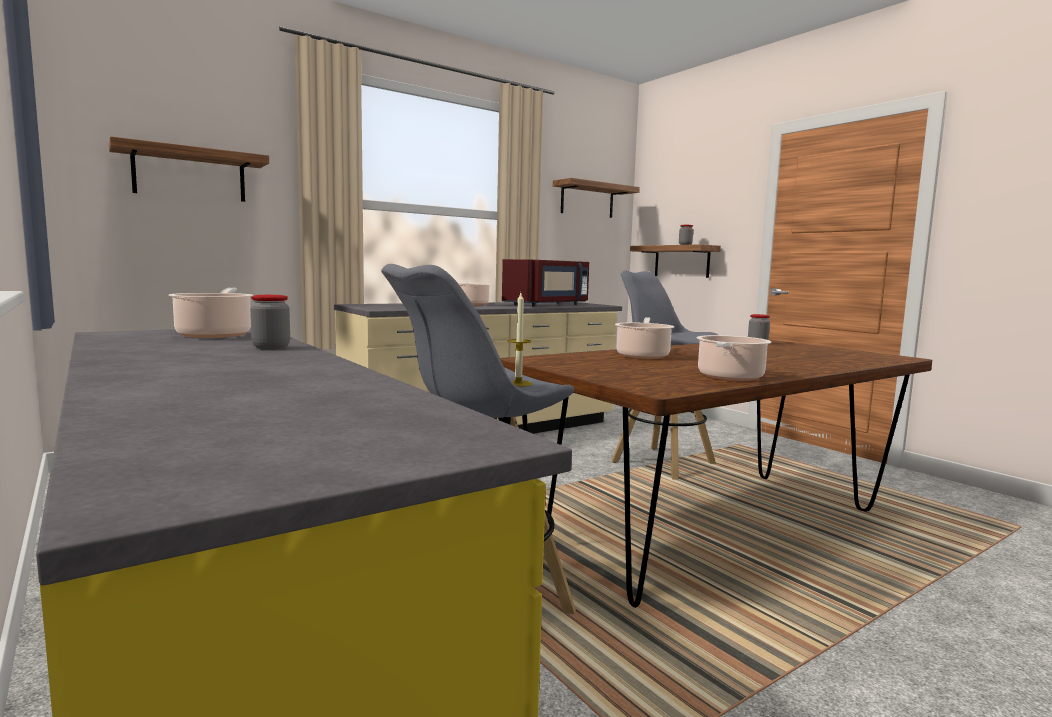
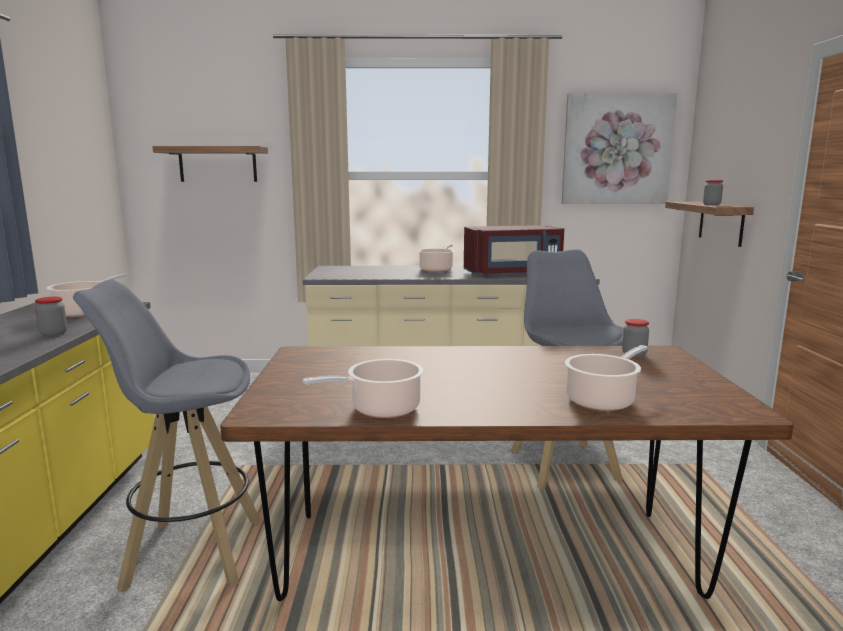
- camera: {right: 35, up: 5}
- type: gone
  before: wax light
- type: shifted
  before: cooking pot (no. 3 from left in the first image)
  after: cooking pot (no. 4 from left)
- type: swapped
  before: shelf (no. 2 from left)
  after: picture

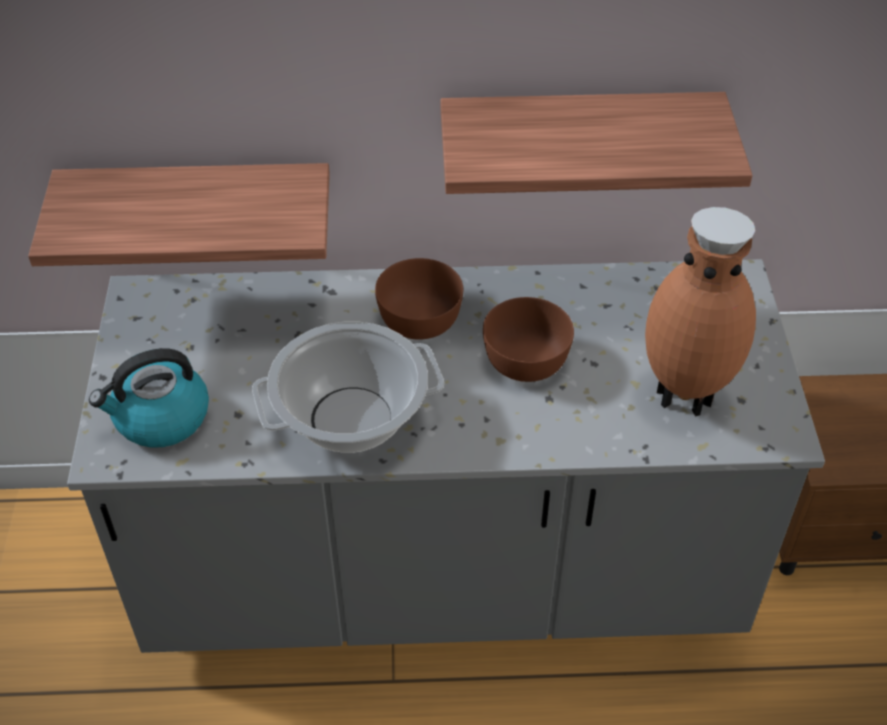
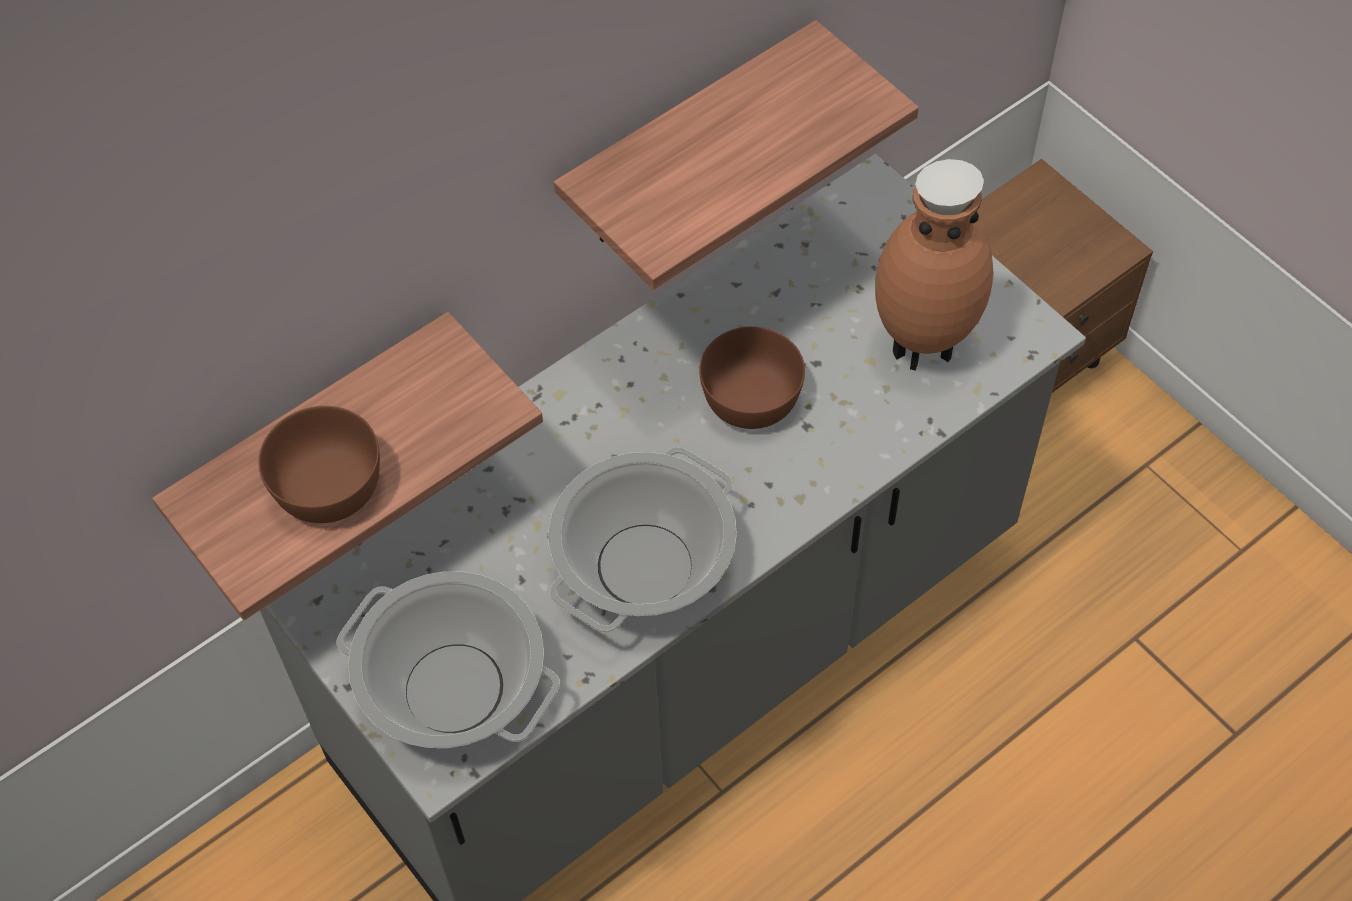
- camera: {right: -35, up: 10}
- type: shifted
  before: brownish serving bowl (no. 1 from left)
- type: swapped
  before: tea kettle
  after: cooking pot (no. 1 from left)

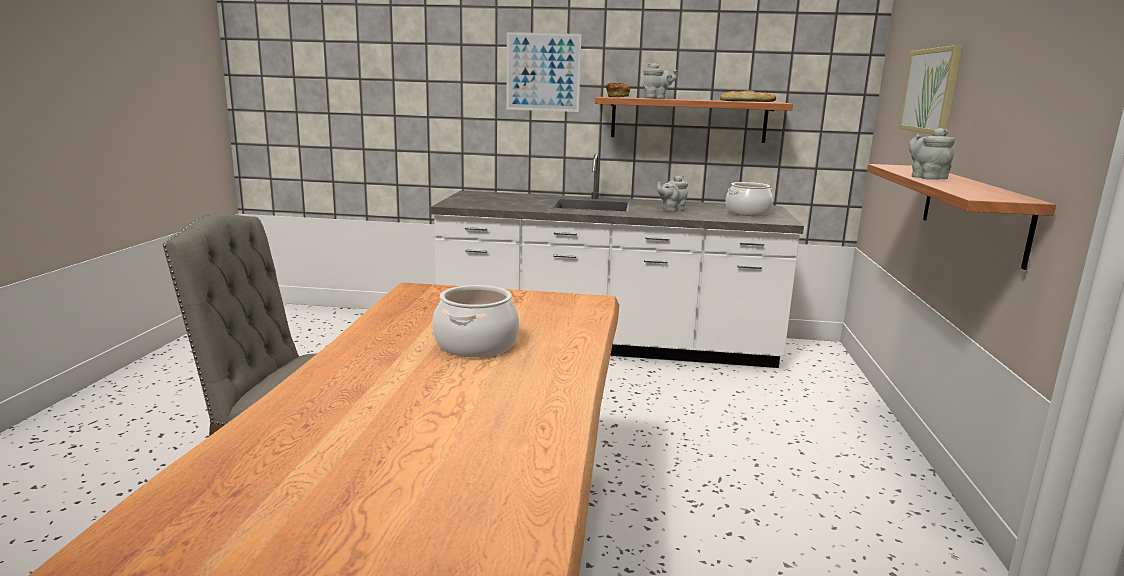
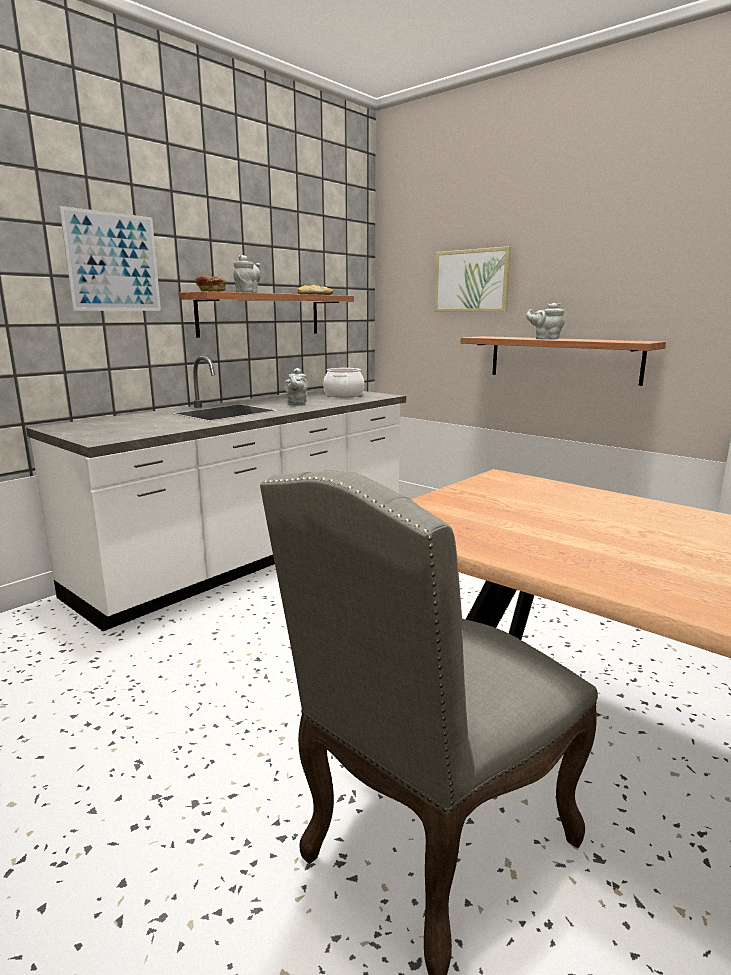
- camera: {right: -55, up: 0}
- type: gone
  before: cooking pot (no. 1 from left)

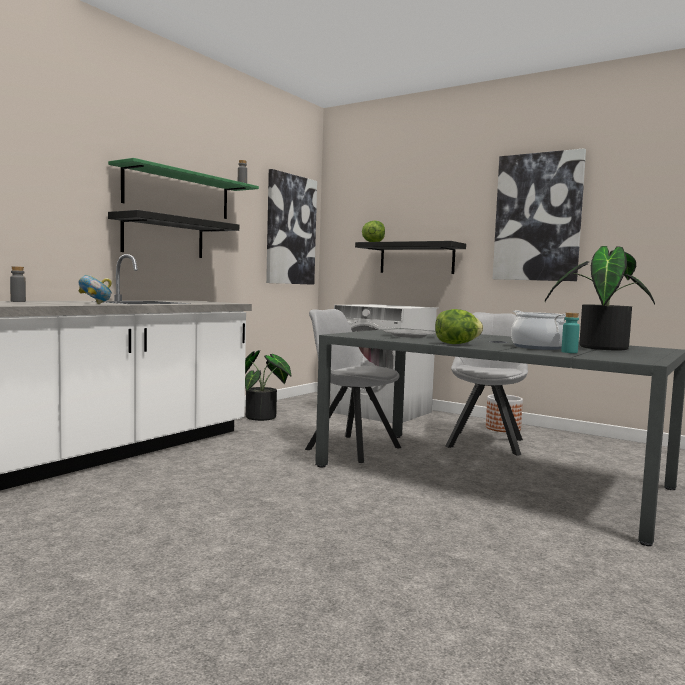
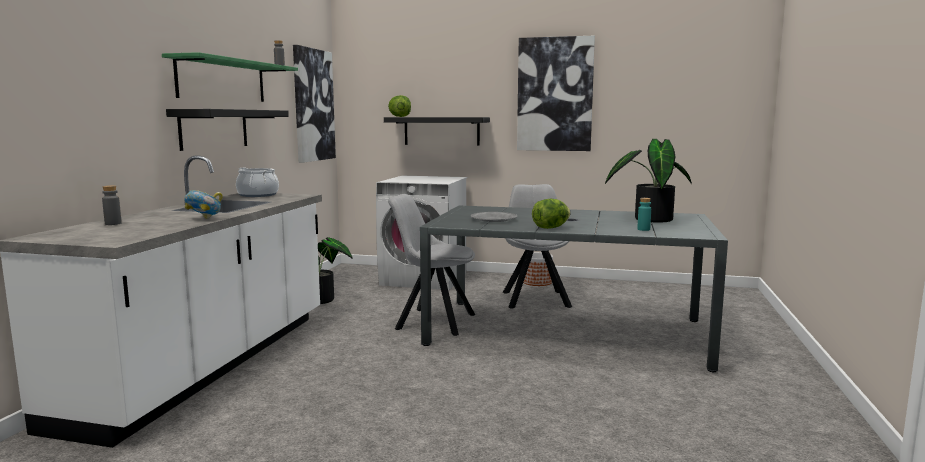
- camera: {right: -20, up: 5}
- type: shifted
  before: cooking pot

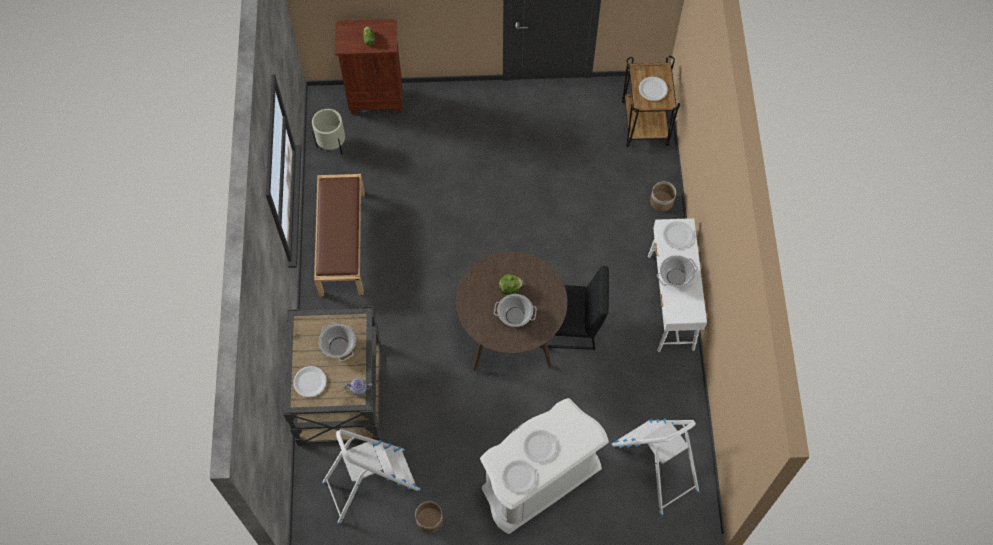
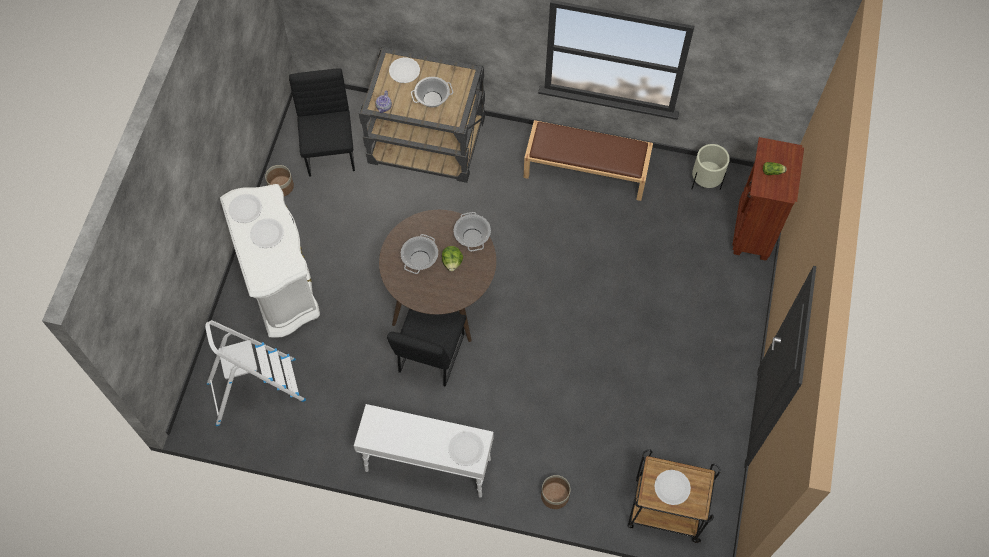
- camera: {right: 105, up: 0}
- type: shifted
  before: cooking pot (no. 3 from left)
- type: swapped
  before: white stepladder (no. 1 from left)
  after: blackish plain chair (no. 1 from left)

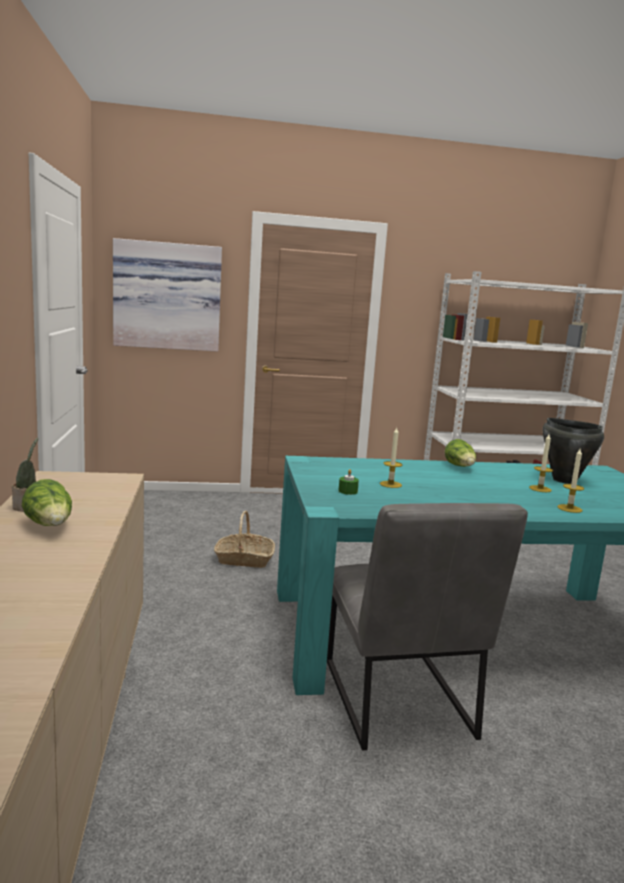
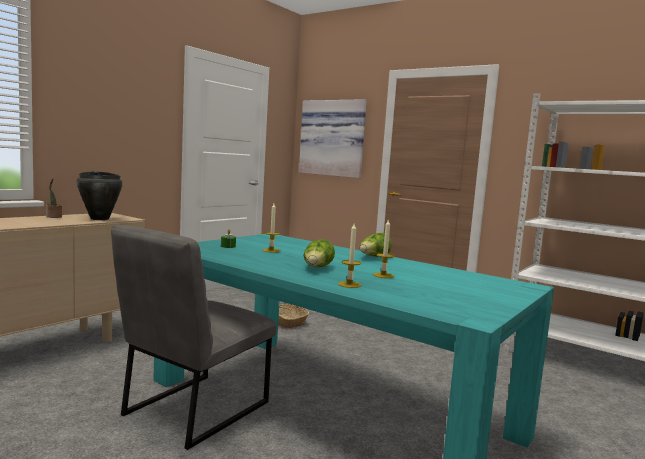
- camera: {right: 45, up: -5}
- type: shifted
  before: head of lettuce (no. 1 from left)
- type: shifted
  before: blackish cooking pot

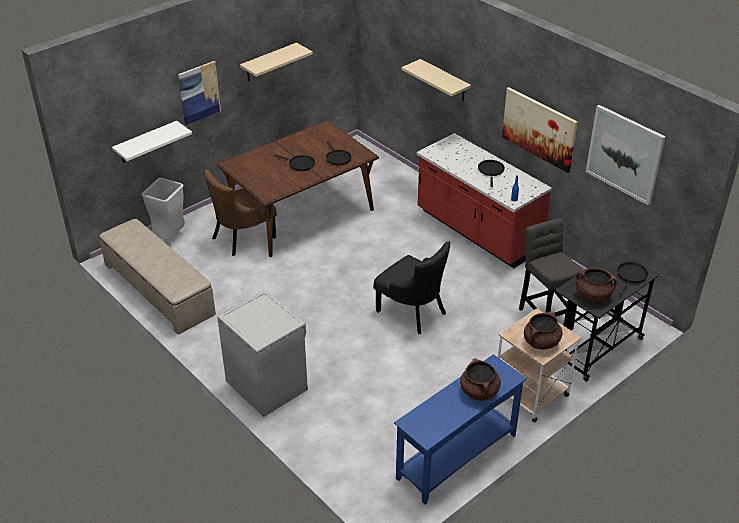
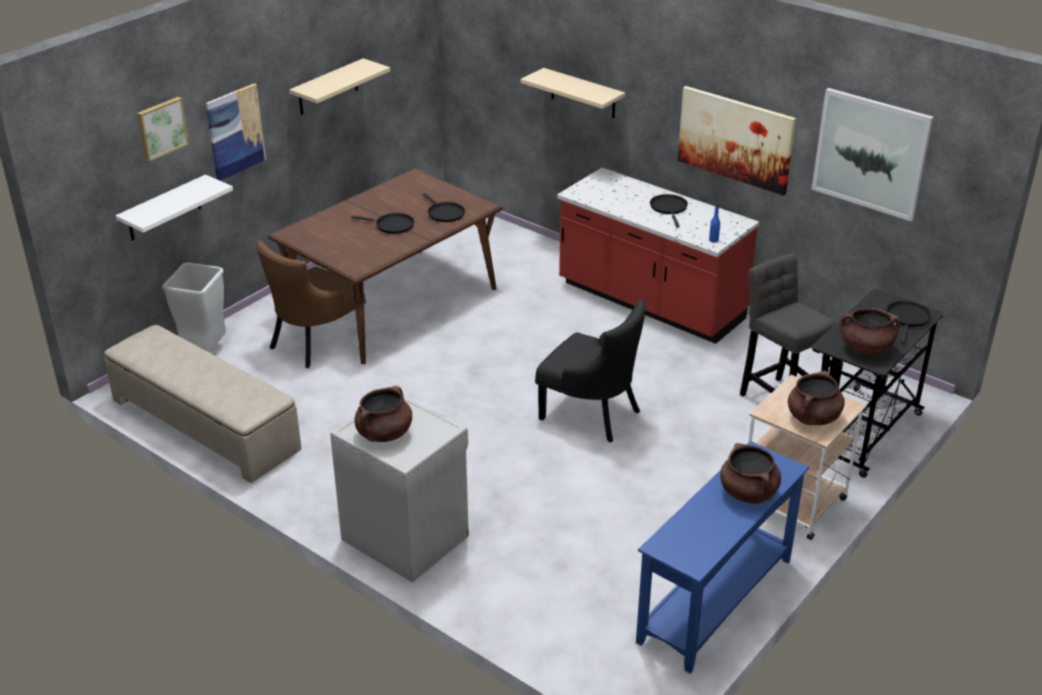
- camera: {right: -10, up: -5}
- type: new
  after: picture (no. 1 from left)
- type: new
  after: brownish cooking pot (no. 1 from left)

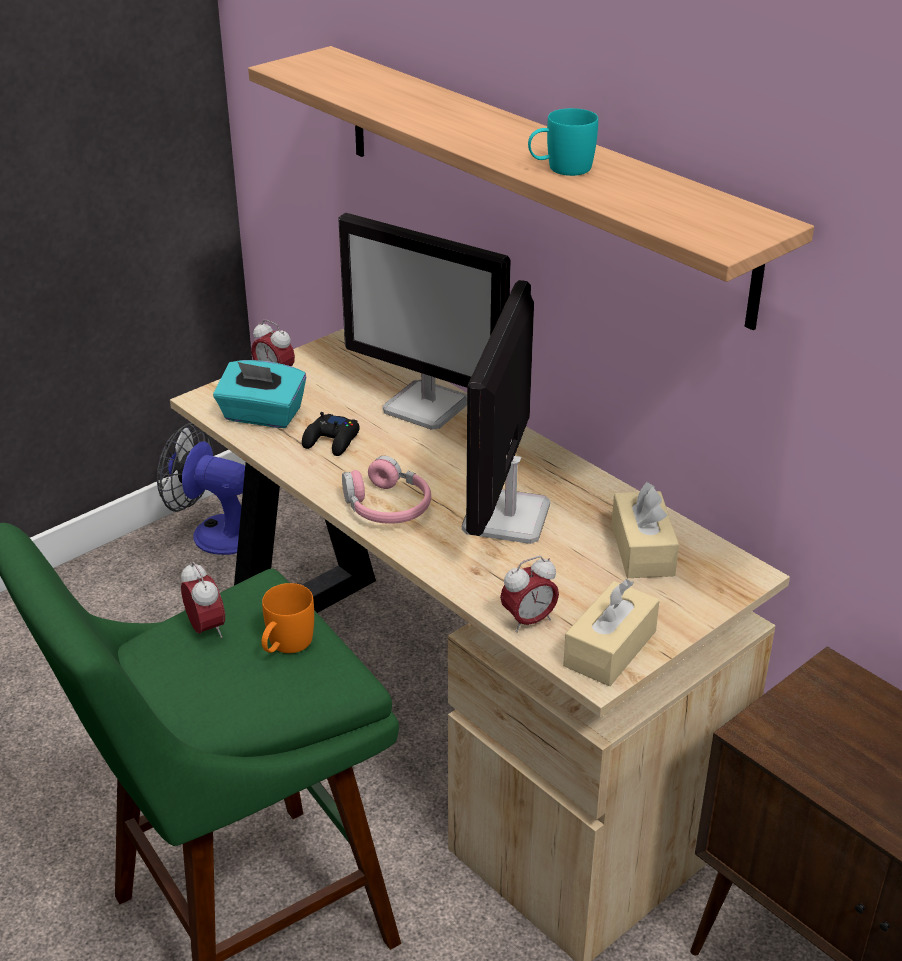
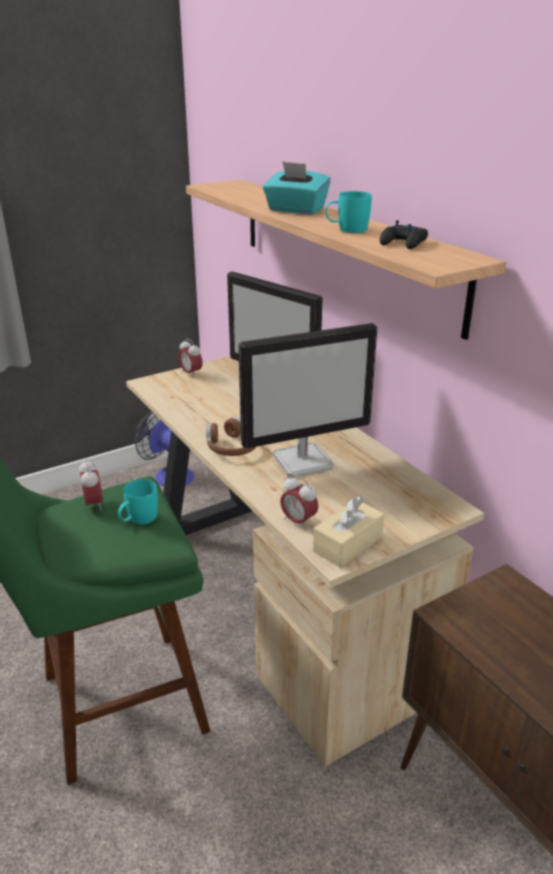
- camera: {right: 10, up: -5}
- type: gone
  before: sand-coloured tissue box (no. 2 from left)
- type: shifted
  before: turquoise tissue box
- type: shifted
  before: blackish game controller
- type: repainted
  before: orange mug
  after: turquoise mug (no. 1 from left)
- type: repainted
  before: pink headphones
  after: brownish headphones
- type: rotated
  before: monitor (no. 2 from left)
  turn: -135
- type: rotated
  before: alarm clock (no. 3 from left)
  turn: 60

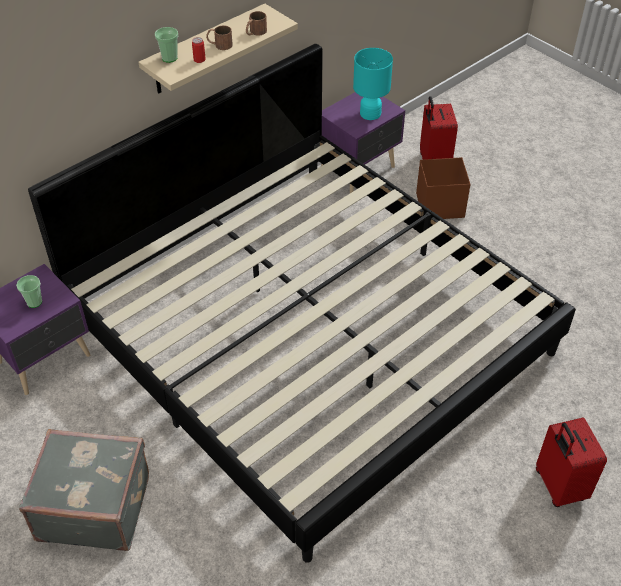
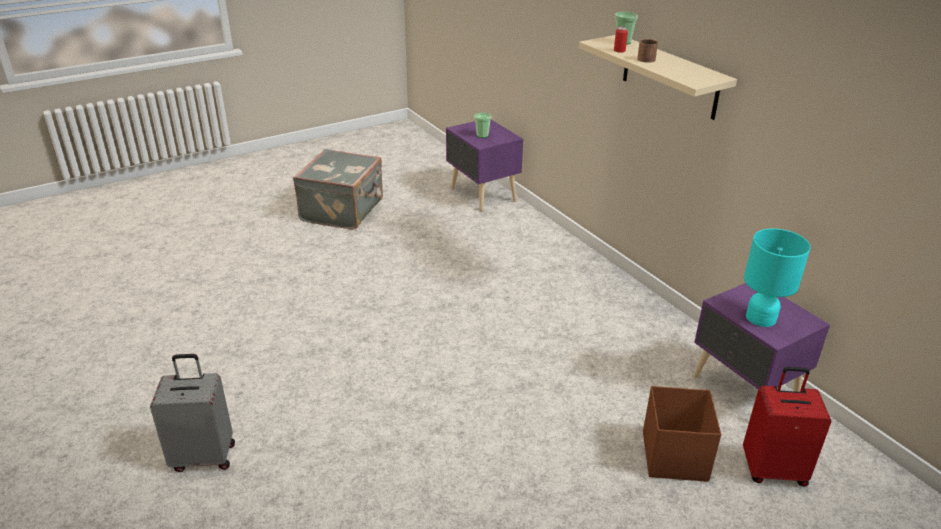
- camera: {right: 100, up: -15}
- type: gone
  before: bedroom bed
- type: gone
  before: brownish mug (no. 2 from left)
- type: repainted
  before: red-coloured piece of luggage (no. 2 from left)
  after: greyish piece of luggage (no. 1 from left)

